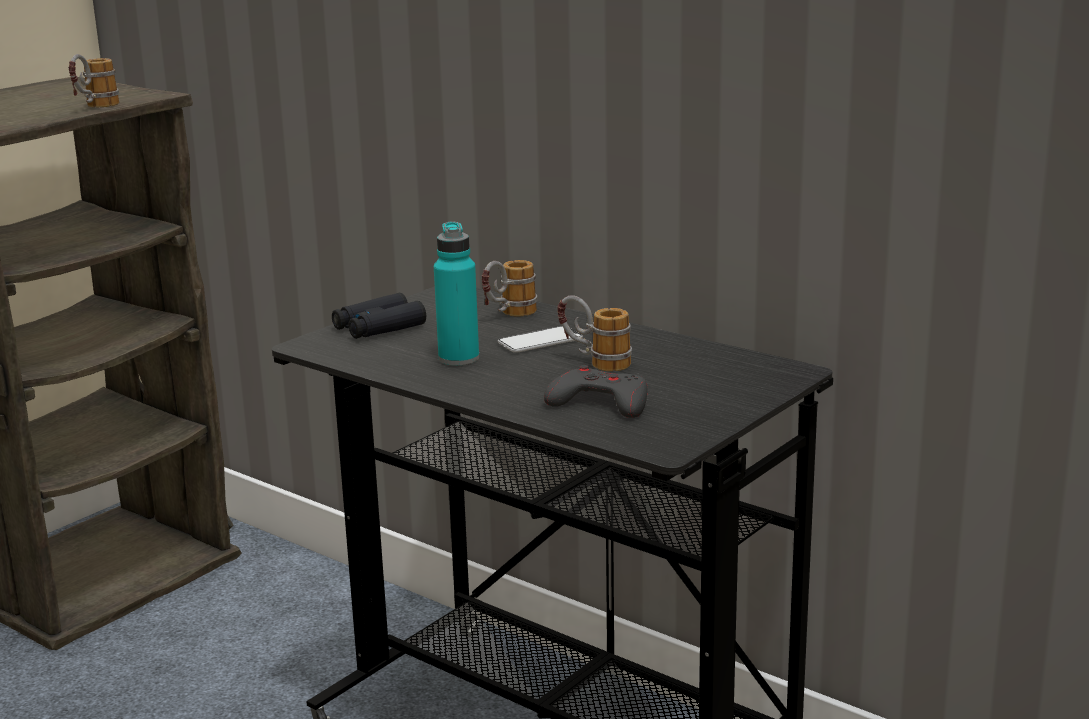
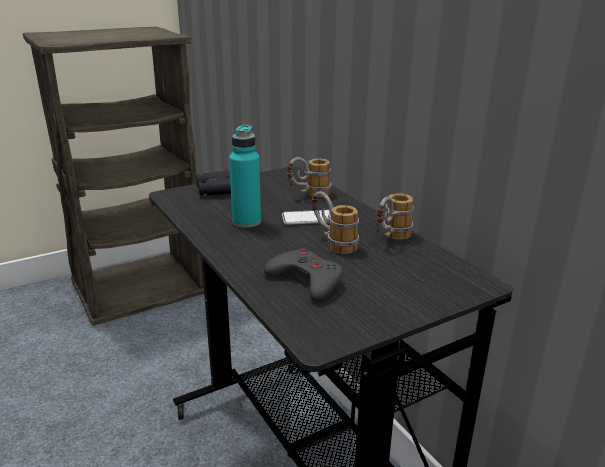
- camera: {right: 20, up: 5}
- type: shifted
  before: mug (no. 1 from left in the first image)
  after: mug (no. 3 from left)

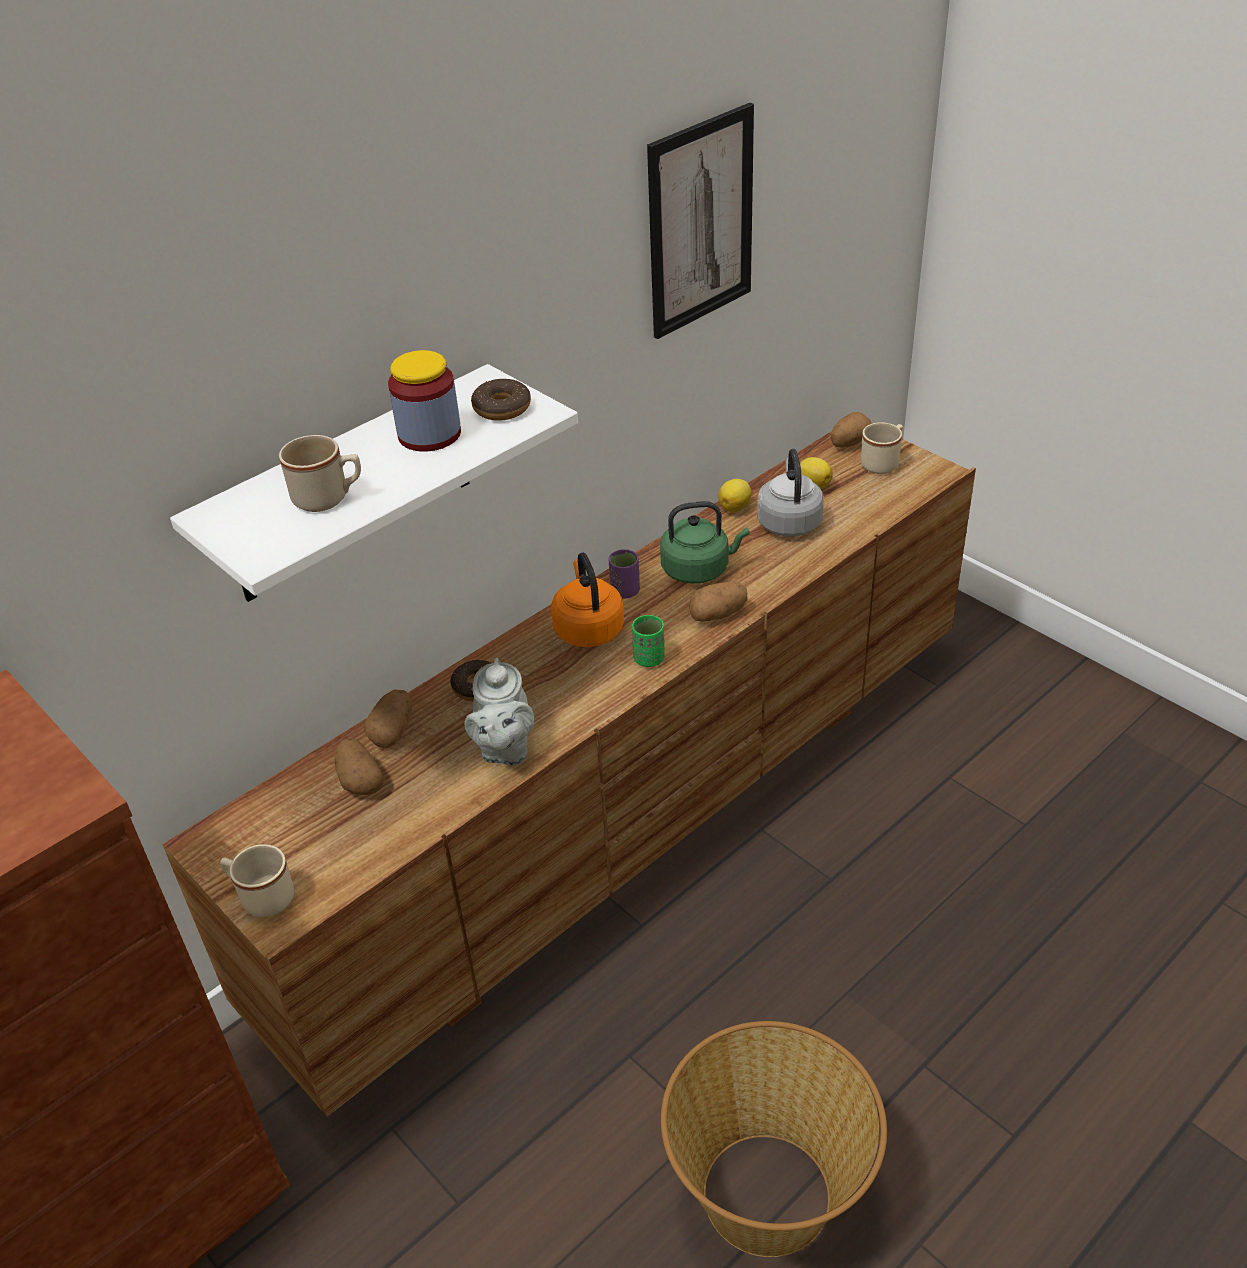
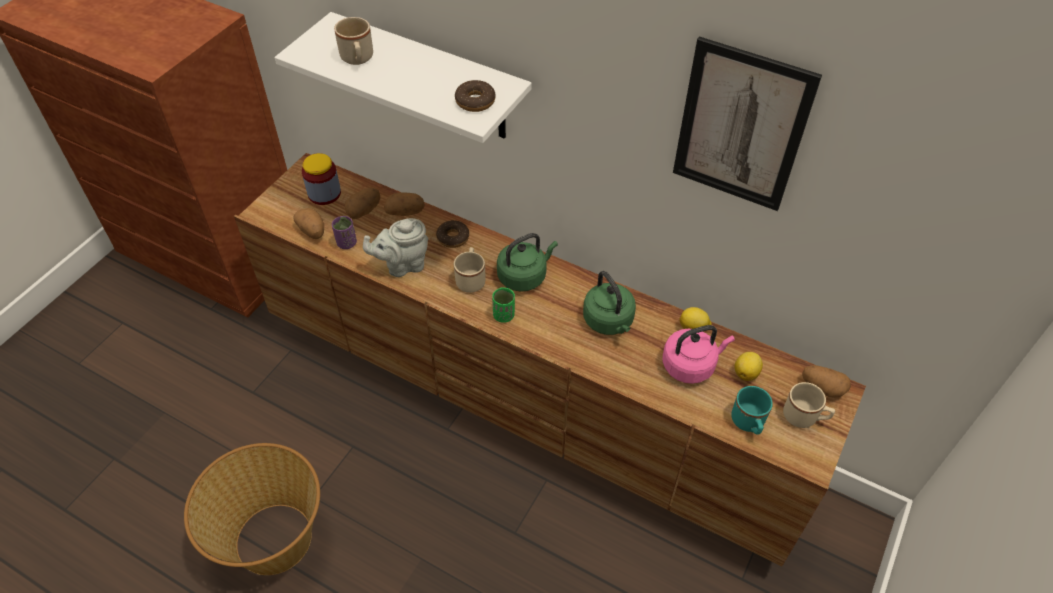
- camera: {right: 70, up: 10}
- type: new
  after: turquoise mug
- type: shifted
  before: sand-coloured mug (no. 1 from left in the first image)
  after: sand-coloured mug (no. 2 from left)
- type: shifted
  before: jar
- type: shifted
  before: purple drinking cup
- type: shifted
  before: spud (no. 3 from left in the first image)
  after: spud (no. 1 from left)
- type: repainted
  before: orange tea kettle
  after: greenish tea kettle (no. 1 from left)
- type: repainted
  before: greyish tea kettle
  after: pink tea kettle

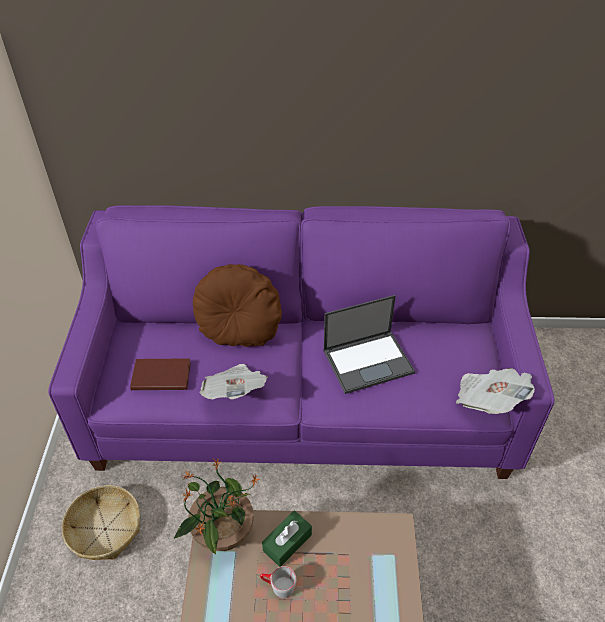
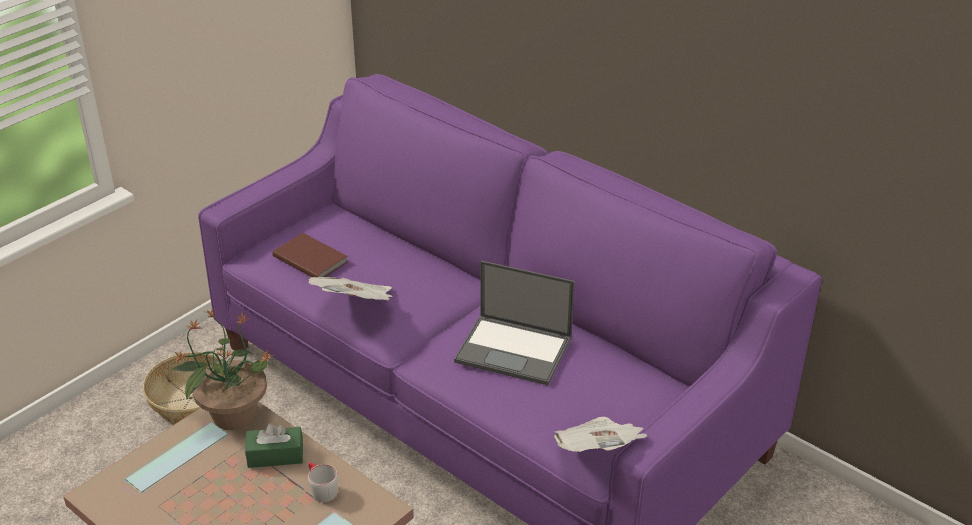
- camera: {right: 40, up: -10}
- type: gone
  before: brownish cushion
- type: shifted
  before: greyish mug

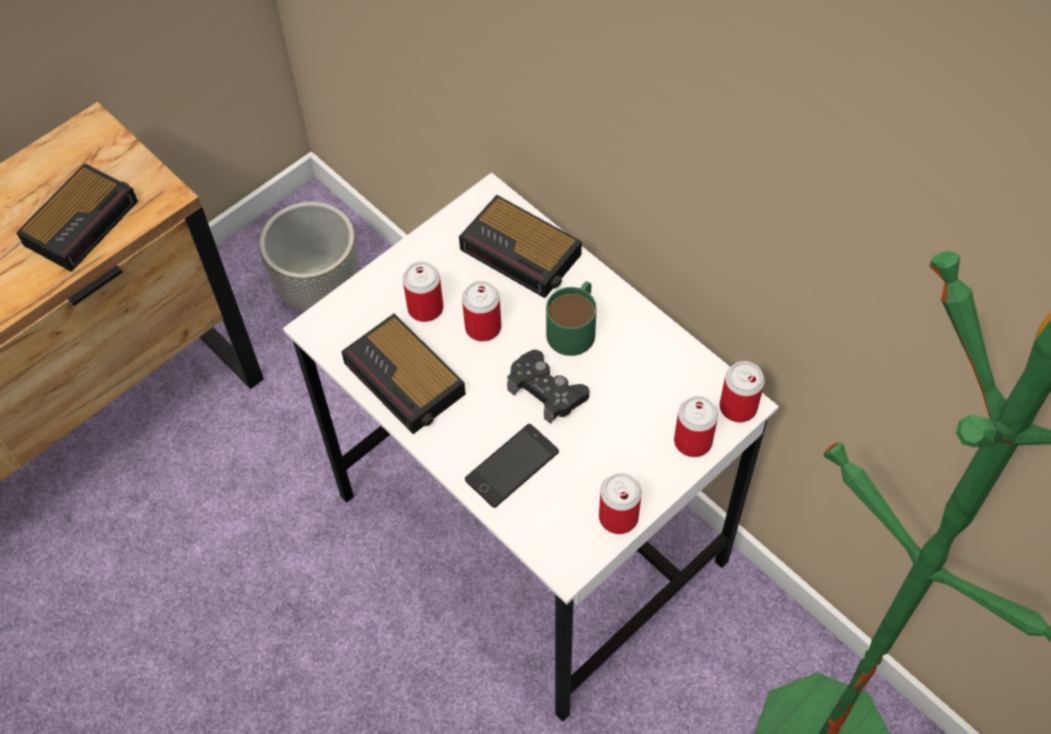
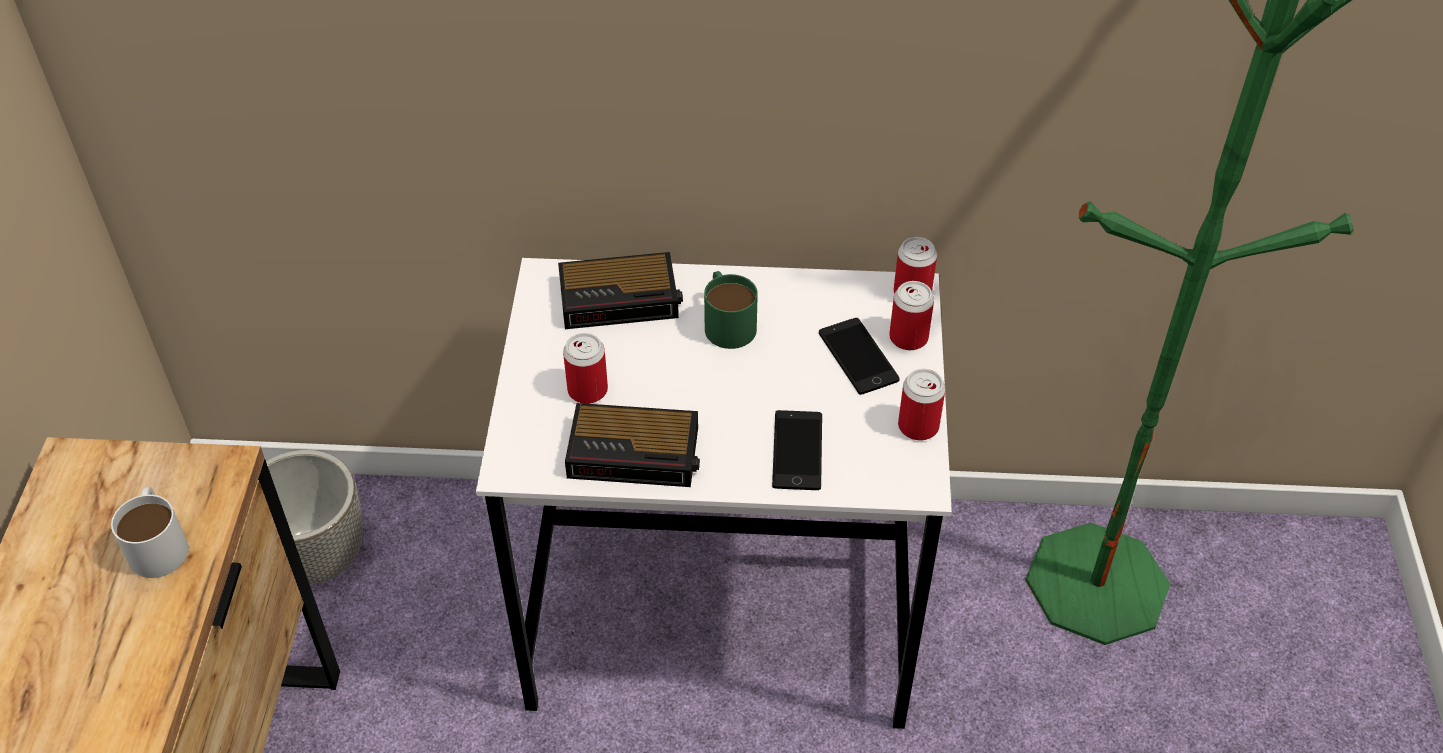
- camera: {right: -45, up: -10}
- type: gone
  before: sealed can (no. 2 from left)
- type: gone
  before: blackish game controller
- type: new
  after: telephone (no. 2 from left)
- type: swapped
  before: alarm clock (no. 1 from left)
  after: white mug

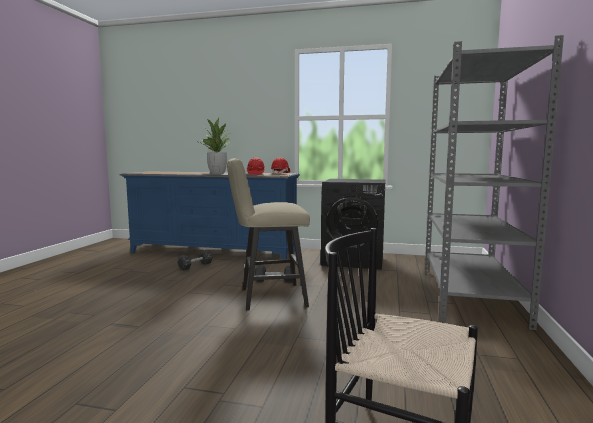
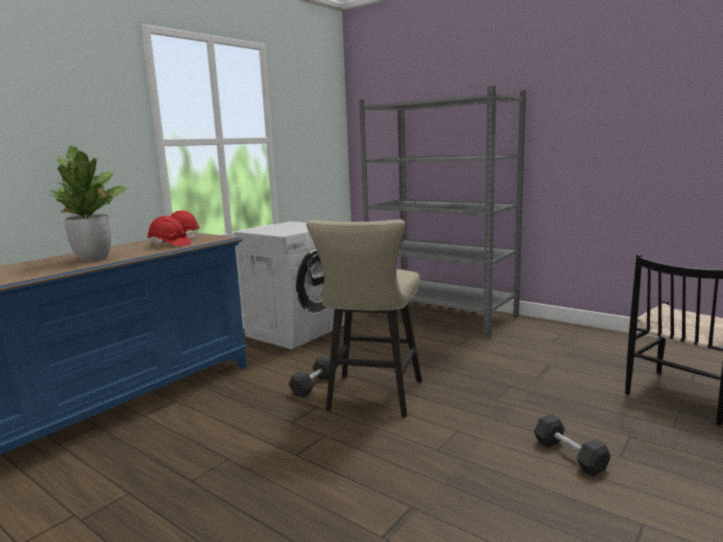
- camera: {right: -65, up: 5}
- type: shifted
  before: blackish free weight (no. 1 from left in the first image)
  after: blackish free weight (no. 2 from left)
- type: repainted
  before: blackish washing machine
  after: white washing machine

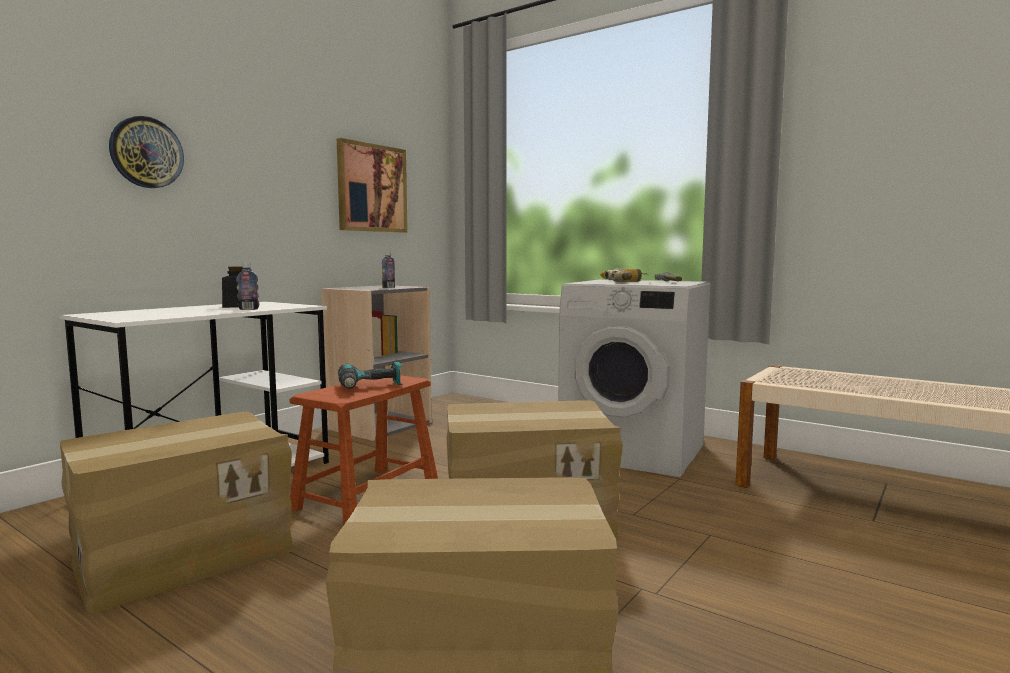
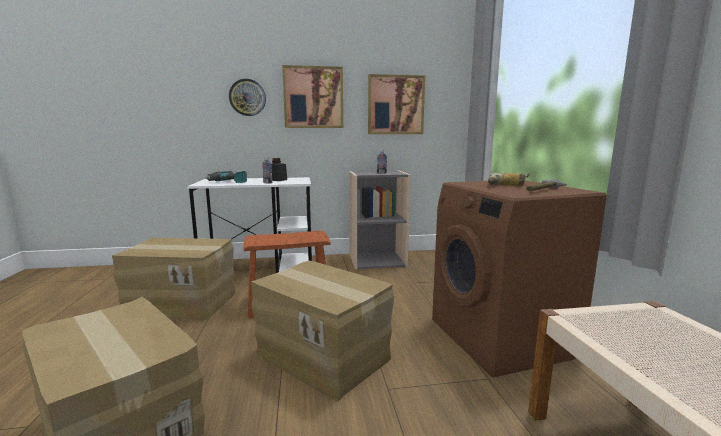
- camera: {right: 45, up: 5}
- type: new
  after: picture (no. 1 from left)
- type: shifted
  before: power drill (no. 1 from left)
- type: repainted
  before: white washing machine
  after: brownish washing machine

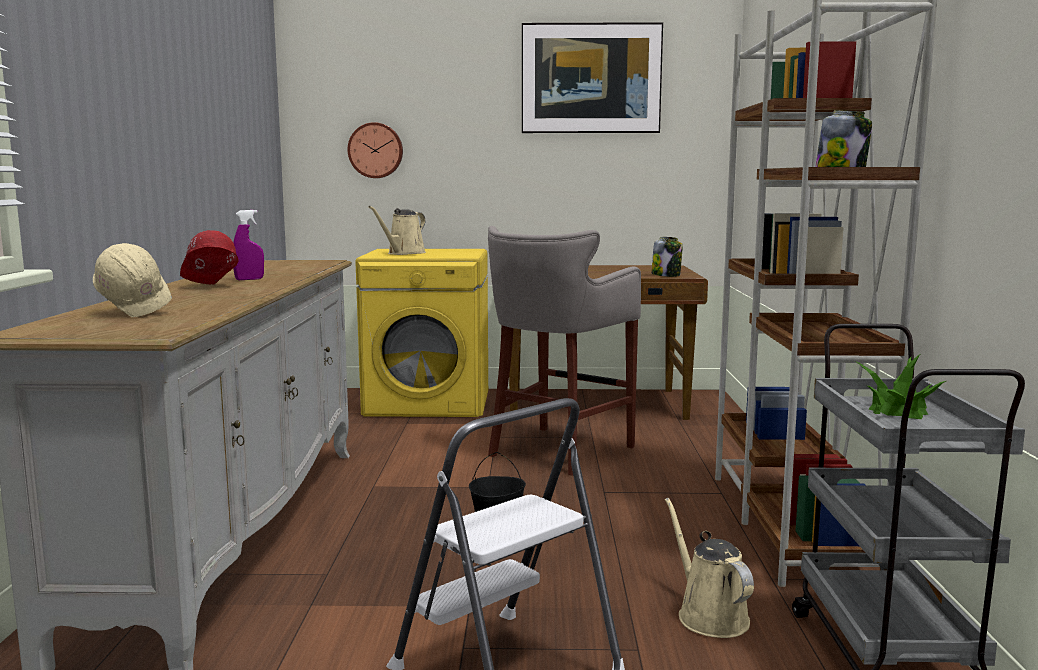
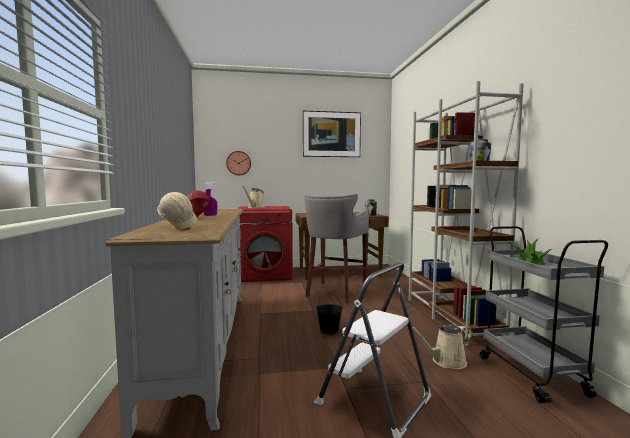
- camera: {right: -10, up: -5}
- type: repainted
  before: yellow washing machine
  after: red-coloured washing machine
- type: rotated
  before: sand-coloured sprinkling can (no. 2 from left)
  turn: -75

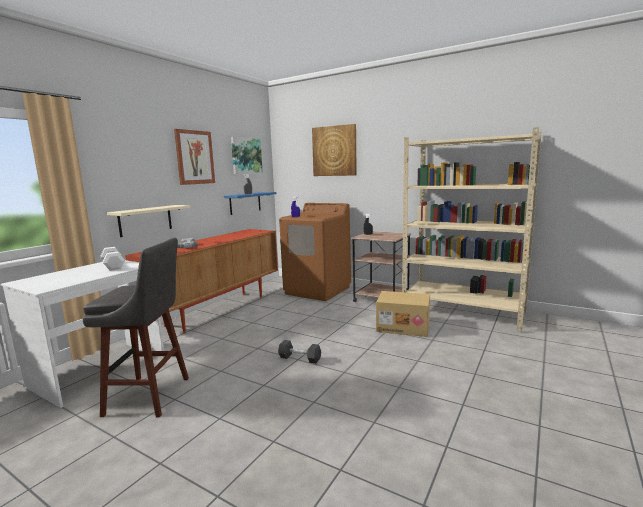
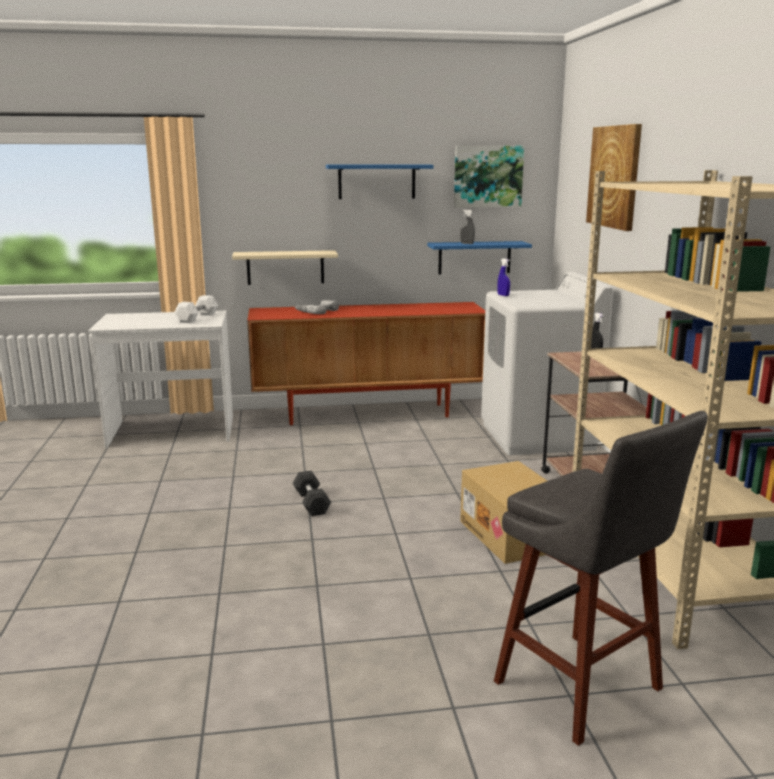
- camera: {right: 50, up: 5}
- type: shifted
  before: greyish sitting stool
- type: swapped
  before: picture (no. 1 from left)
  after: blue shelf (no. 1 from left)
- type: repainted
  before: brownish washing machine
  after: white washing machine

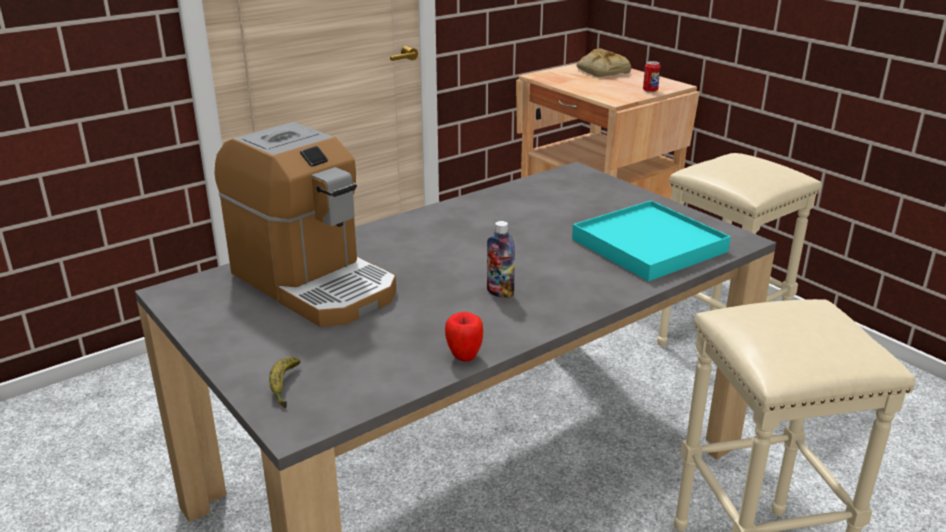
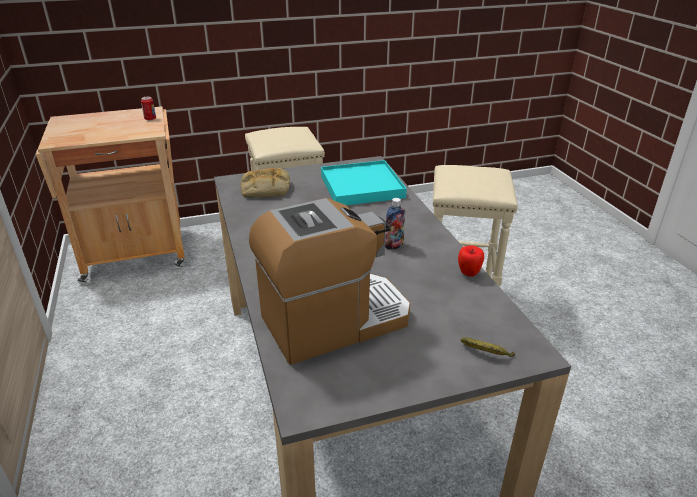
- camera: {right: -70, up: 5}
- type: shifted
  before: bread

